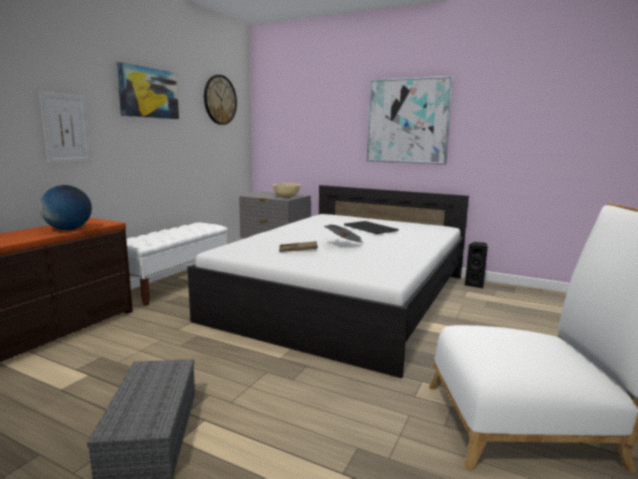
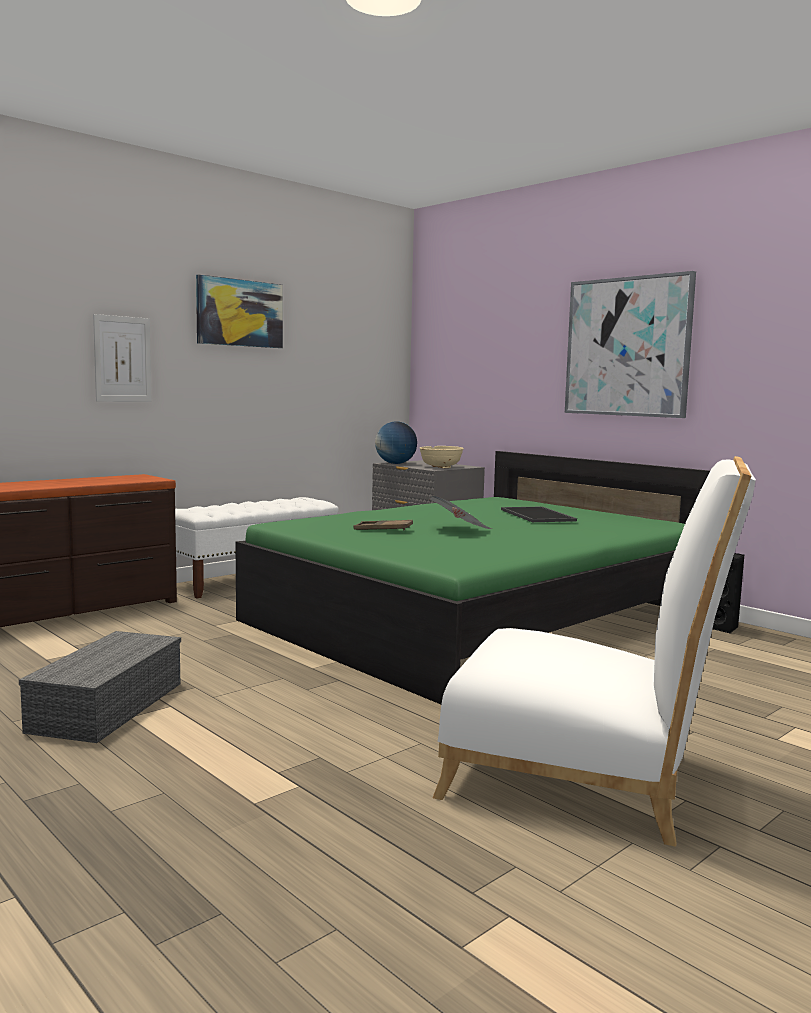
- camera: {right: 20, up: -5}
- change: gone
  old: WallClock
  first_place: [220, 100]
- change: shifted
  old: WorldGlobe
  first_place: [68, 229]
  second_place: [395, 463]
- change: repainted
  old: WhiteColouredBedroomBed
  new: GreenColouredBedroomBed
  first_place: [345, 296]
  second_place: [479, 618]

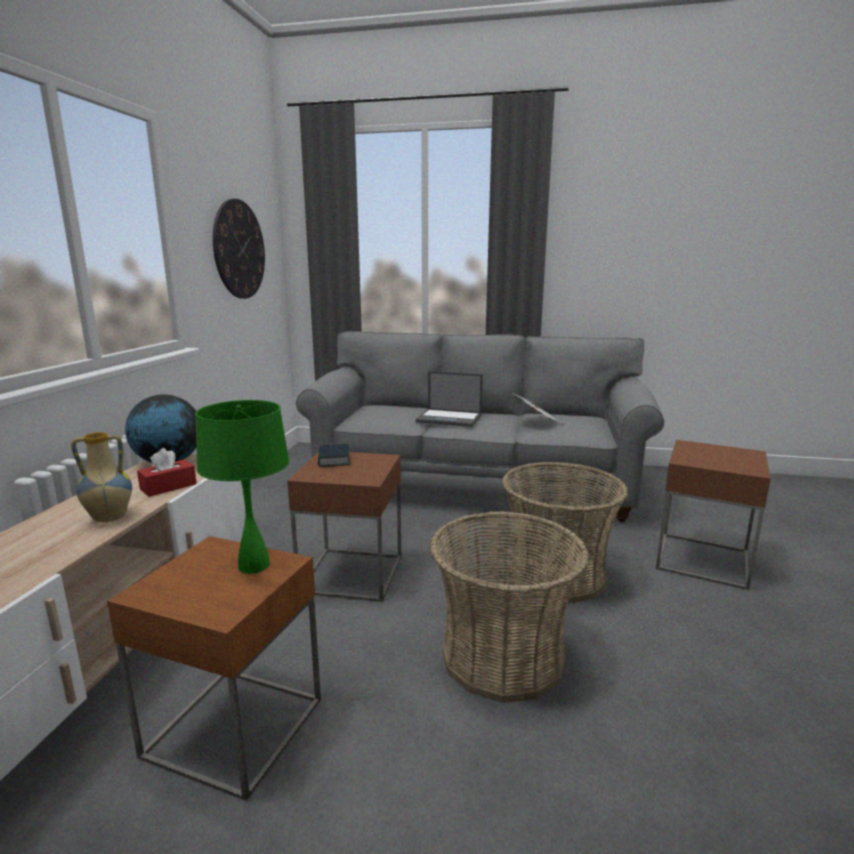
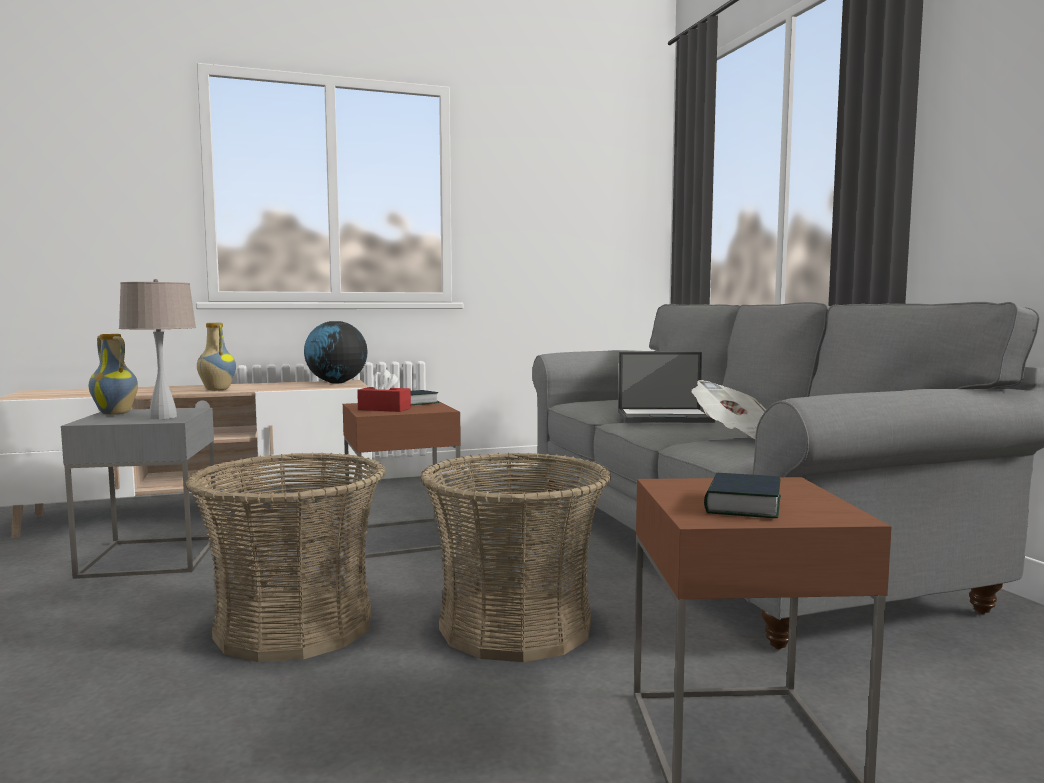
- camera: {right: 60, up: -10}
- change: gone
  old: WallClock
  first_place: [239, 249]
- change: rotated
  old: PortableComputer
  first_place: [450, 418]
  second_place: [665, 417]
  degrees: -75
- change: repainted
  old: GreenColouredTableLamp
  new: BeigeTableLamp
  first_place: [254, 565]
  second_place: [163, 417]
- change: shifted
  old: RedTissueBox
  first_place: [168, 486]
  second_place: [384, 409]
- change: repainted
  old: BrownishSideTable
  new: GraySideTable
  first_place: [234, 727]
  second_place: [151, 556]
- change: new
  new: DecorativeVase
  second_place: [116, 413]
- change: new
  new: Volume
  second_place: [743, 505]

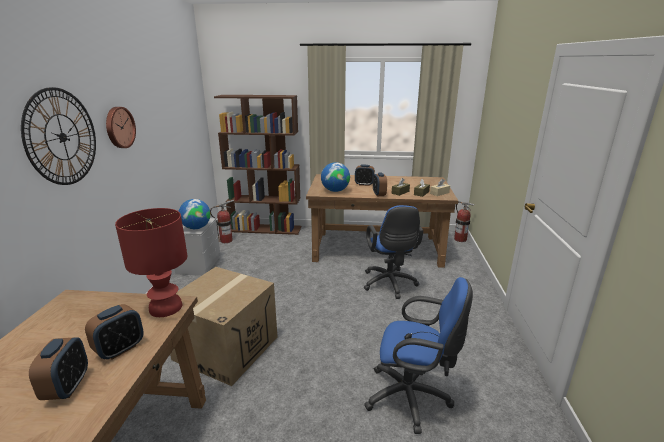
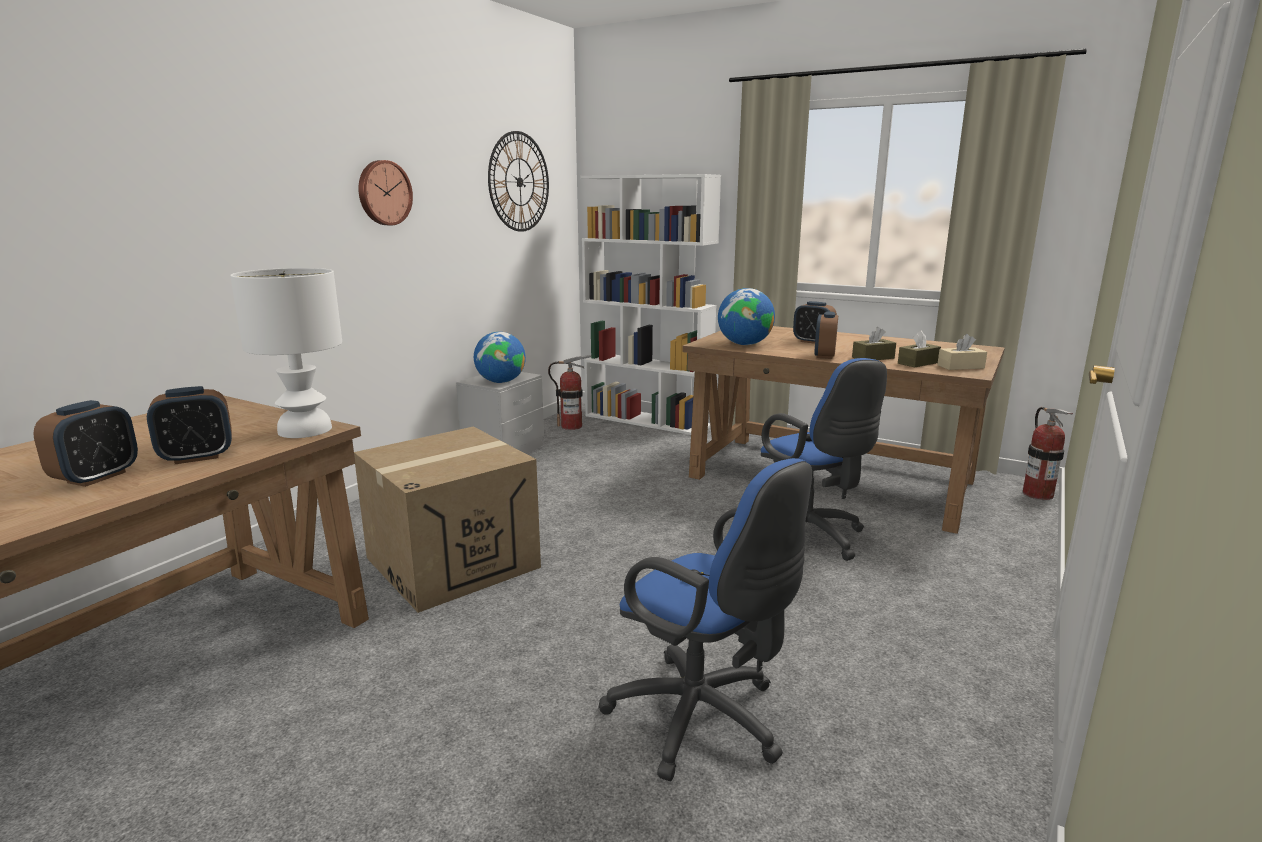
- camera: {right: 25, up: -5}
- change: shifted
  old: WallClock
  first_place: [62, 137]
  second_place: [519, 182]
- change: repainted
  old: BrownishBookcase
  new: WhiteColouredBookcase
  first_place: [266, 229]
  second_place: [648, 420]
- change: rotated
  old: BluishDeskChair
  first_place: [390, 284]
  second_place: [810, 538]
  degrees: -45
- change: repainted
  old: RedTableLamp
  new: WhiteColouredTableLamp
  first_place: [166, 307]
  second_place: [306, 429]

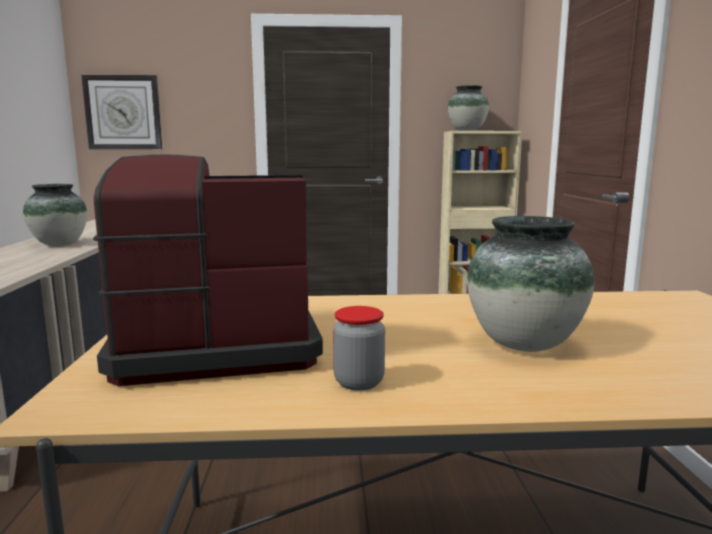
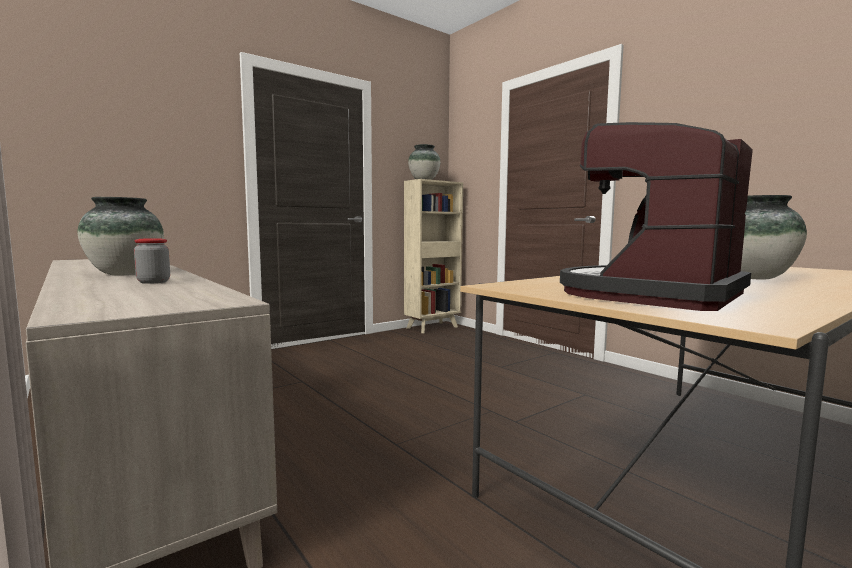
- camera: {right: -35, up: -5}
- change: gone
  old: WallClock
  first_place: [123, 112]
- change: shifted
  old: PreserveJar
  first_place: [359, 382]
  second_place: [153, 282]

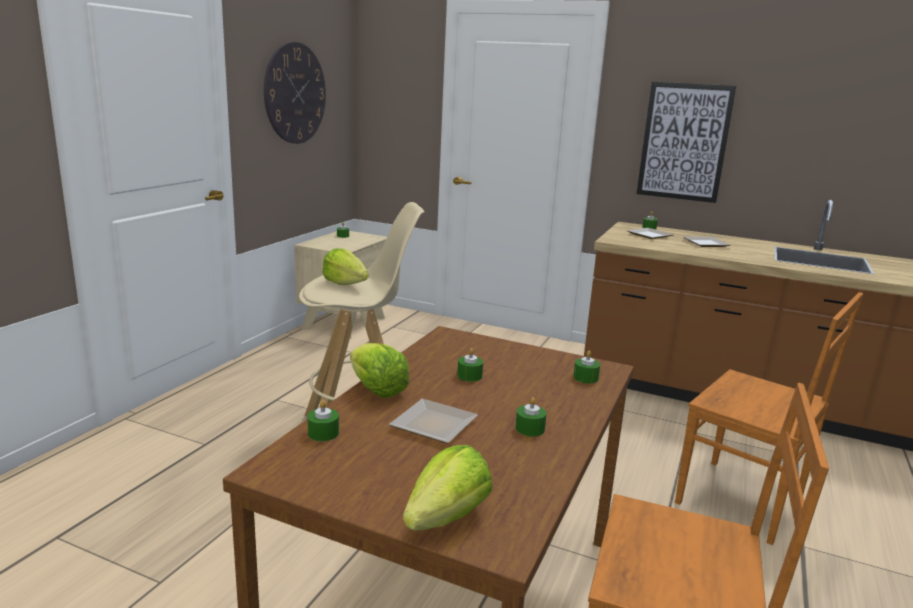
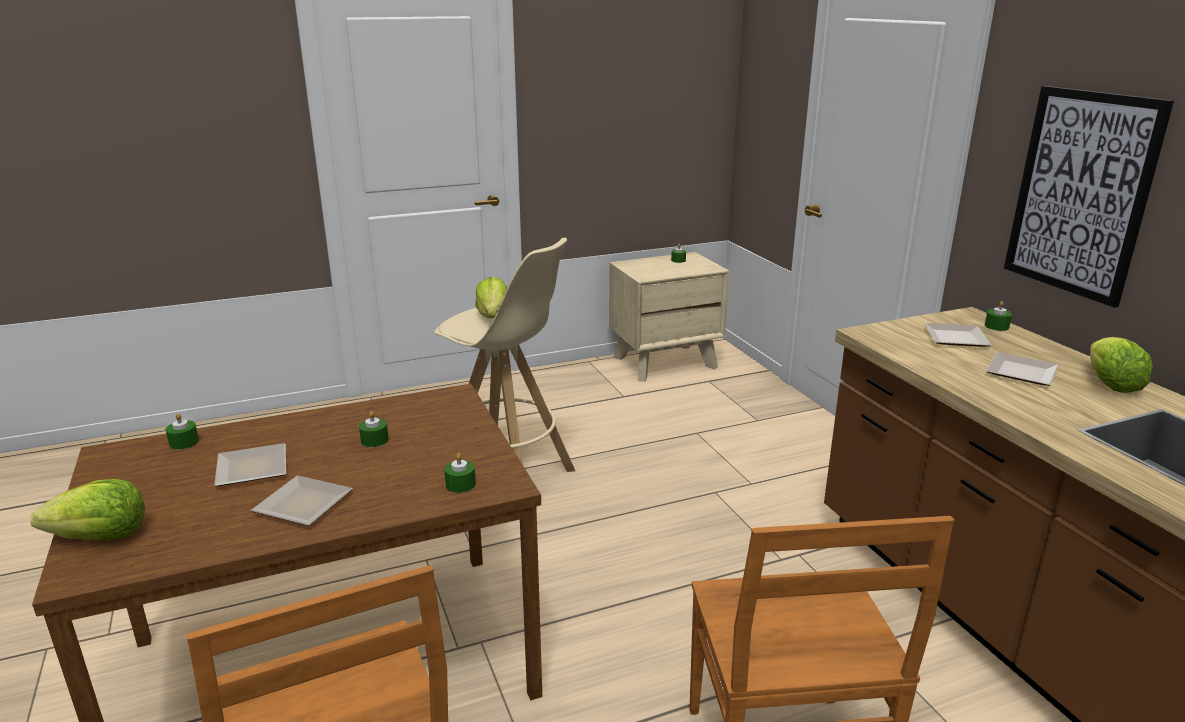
- camera: {right: 45, up: 5}
- change: gone
  old: WallClock
  first_place: [295, 93]
- change: shifted
  old: HeadOfLettuce
  first_place: [376, 390]
  second_place: [1110, 384]
- change: swapped
  old: GreenColouredWaxLight
  new: Plate
  first_place: [530, 429]
  second_place: [300, 505]

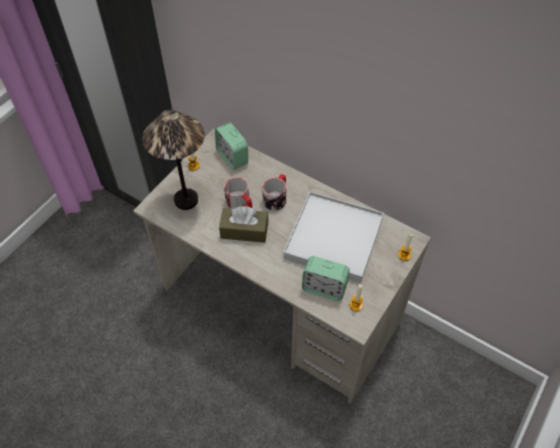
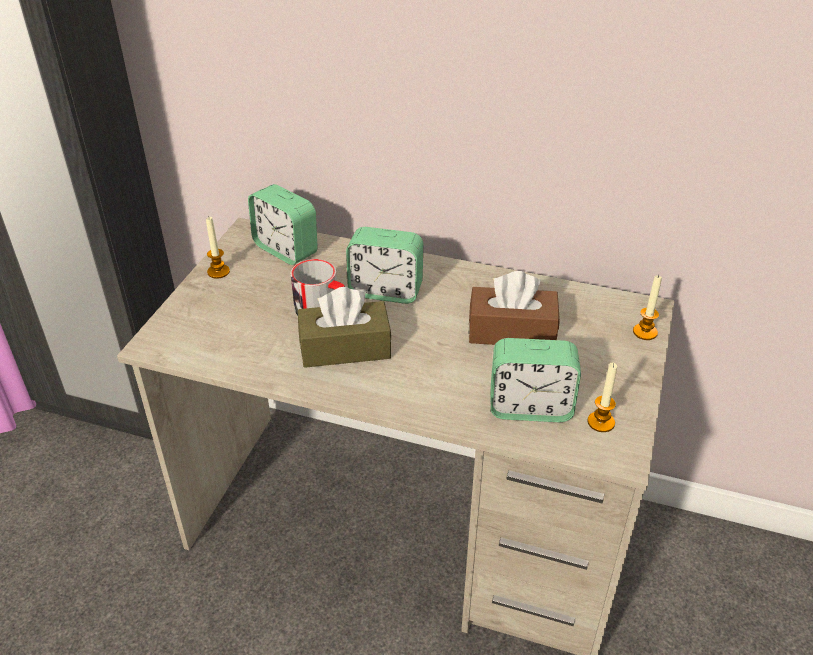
- camera: {right: -15, up: -15}
- change: gone
  old: TableLamp
  first_place: [186, 200]
- change: swapped
  old: TeaMug
  new: TableClock
  first_place: [276, 197]
  second_place: [385, 291]
- change: swapped
  old: WhiteColouredServingTray
  new: BrownishTissueBox
  first_place: [333, 239]
  second_place: [511, 331]

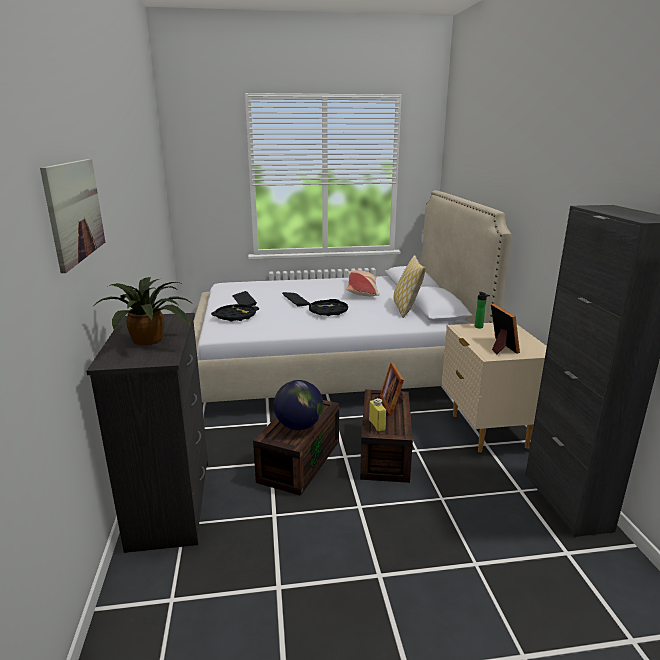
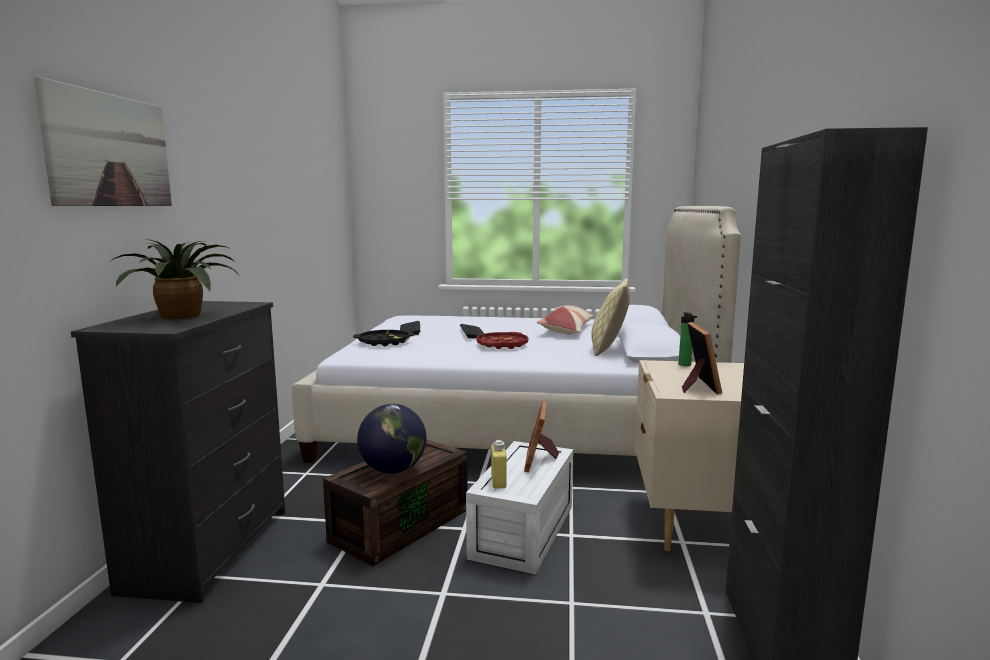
- camera: {right: 15, up: -10}
- change: repainted
  old: BlackServingTray
  new: RedServingTray
  first_place: [328, 311]
  second_place: [502, 345]
- change: repainted
  old: BrownishStorageBox
  new: WhiteColouredStorageBox
  first_place: [386, 453]
  second_place: [524, 532]

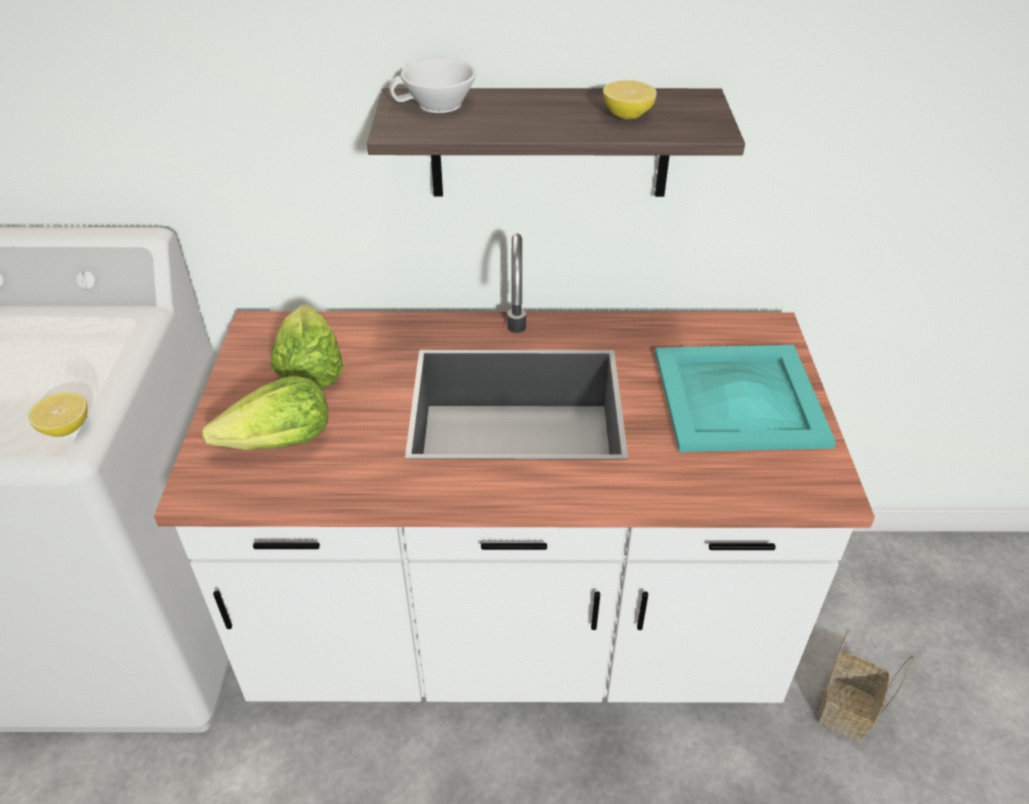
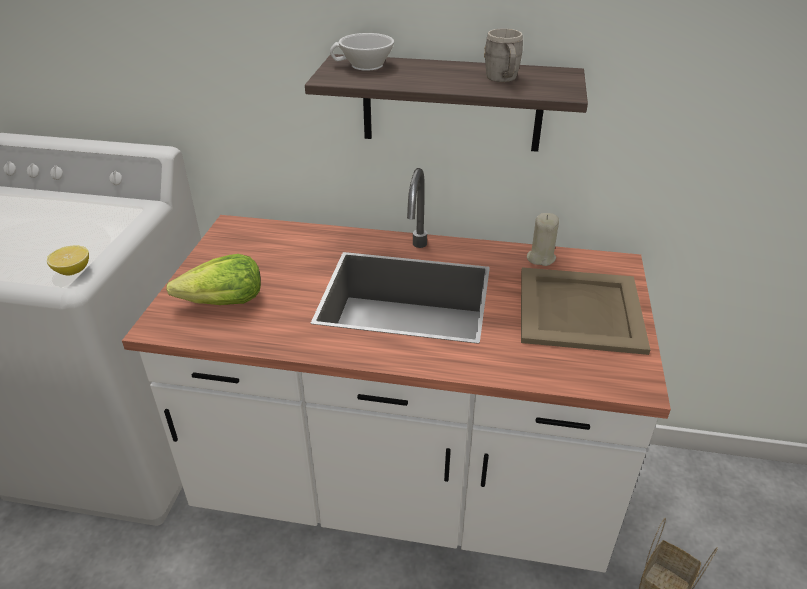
- camera: {right: 10, up: -5}
- change: swapped
  old: WholeLemon
  new: GrayTeaMug
  first_place: [627, 115]
  second_place: [503, 80]
- change: gone
  old: HeadOfLettuce
  first_place: [309, 369]
- change: repainted
  old: TurquoiseColouredServingTray
  new: BeigeServingTray
  first_place: [740, 398]
  second_place: [581, 311]
- change: new
  new: BeigeWaxLight
  second_place: [540, 258]

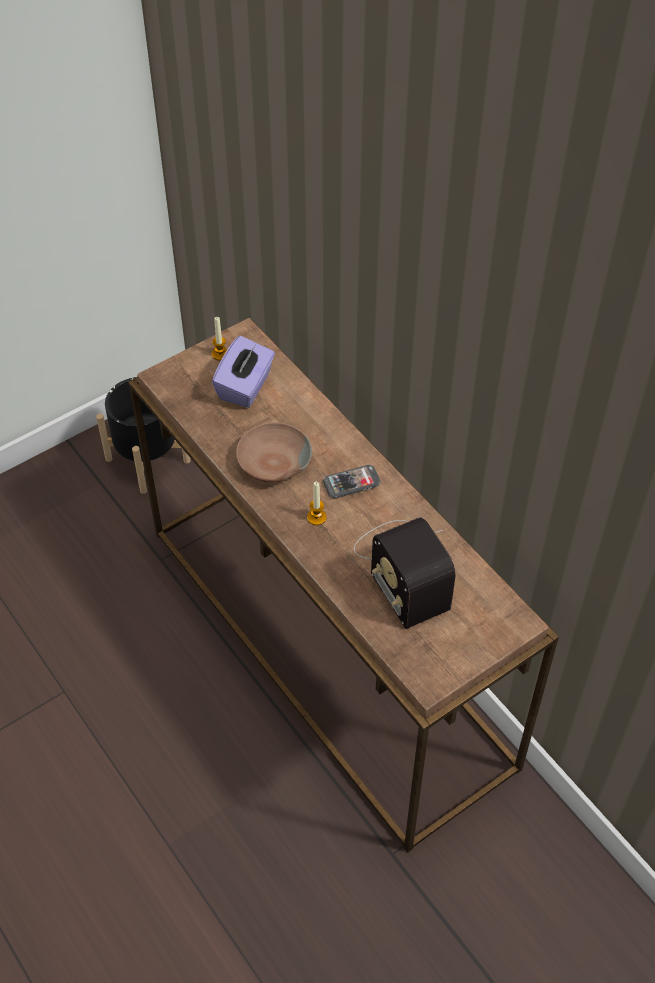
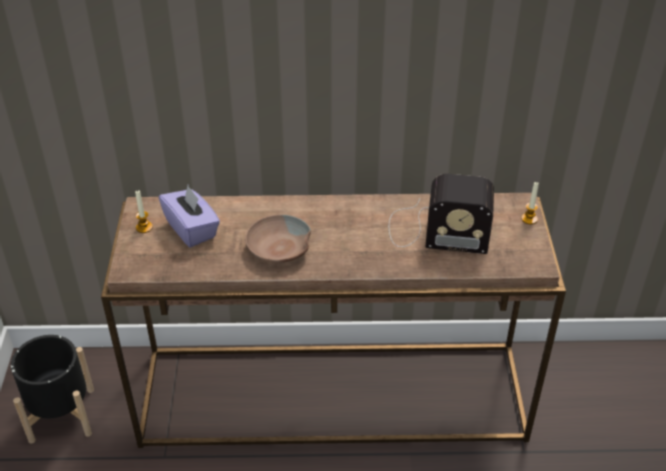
- camera: {right: -55, up: -10}
- change: gone
  old: Handset
  first_place: [351, 483]
- change: shifted
  old: WaxLight
  first_place: [316, 517]
  second_place: [529, 219]

